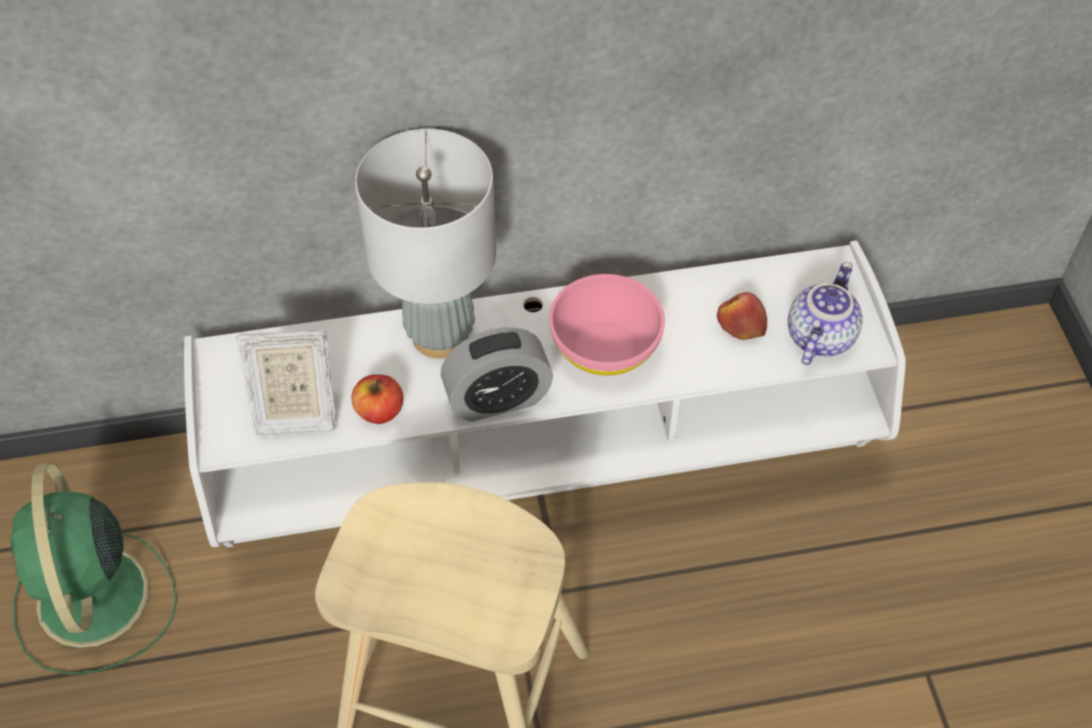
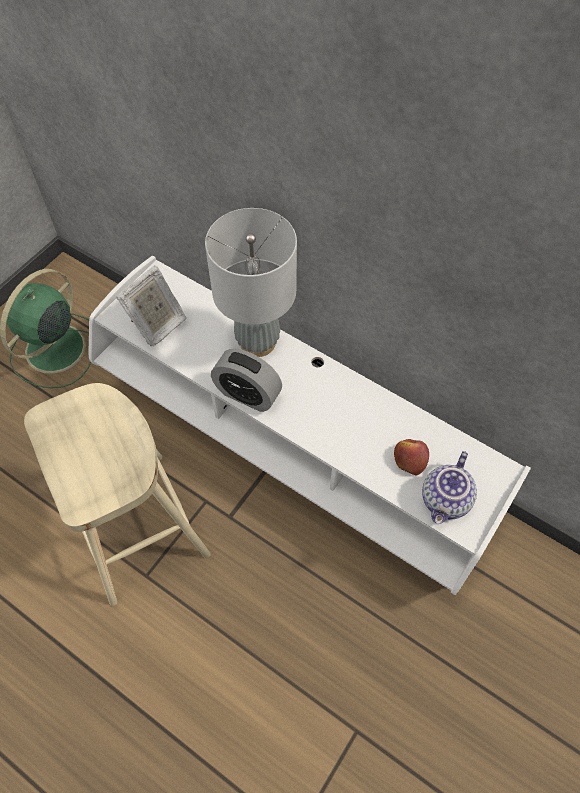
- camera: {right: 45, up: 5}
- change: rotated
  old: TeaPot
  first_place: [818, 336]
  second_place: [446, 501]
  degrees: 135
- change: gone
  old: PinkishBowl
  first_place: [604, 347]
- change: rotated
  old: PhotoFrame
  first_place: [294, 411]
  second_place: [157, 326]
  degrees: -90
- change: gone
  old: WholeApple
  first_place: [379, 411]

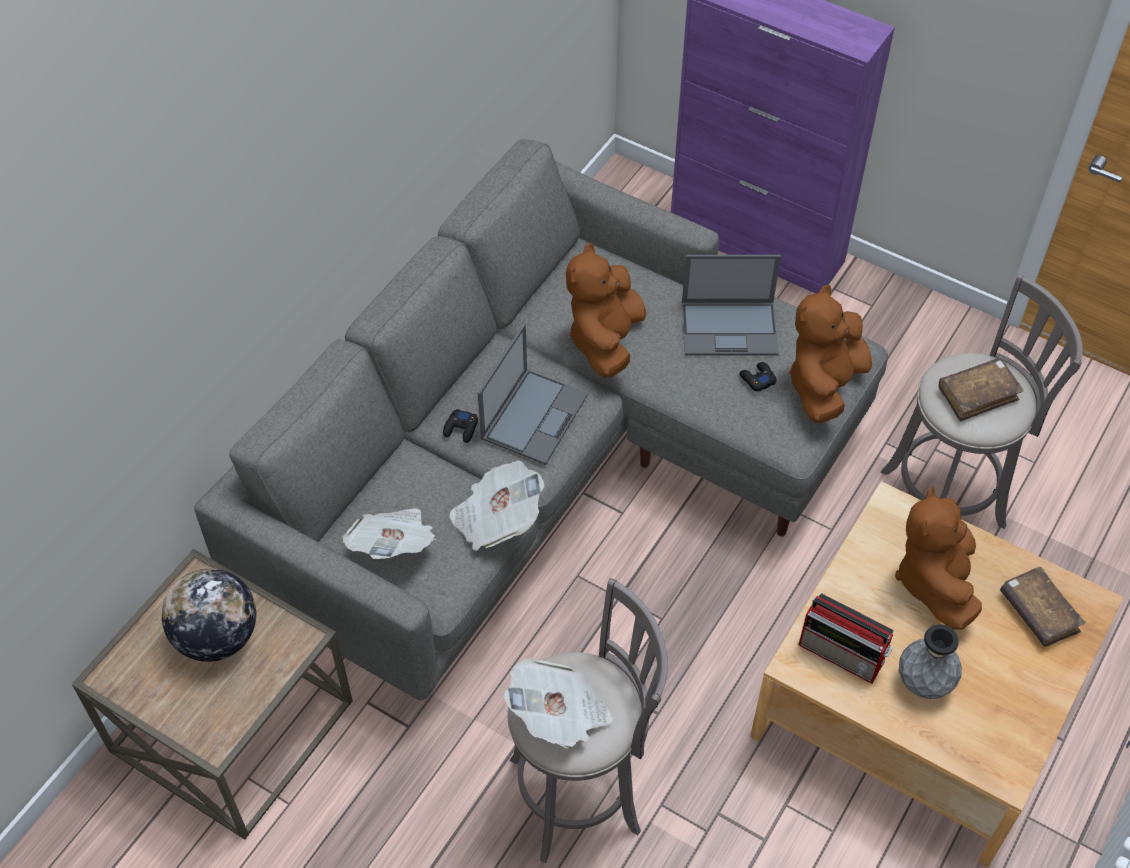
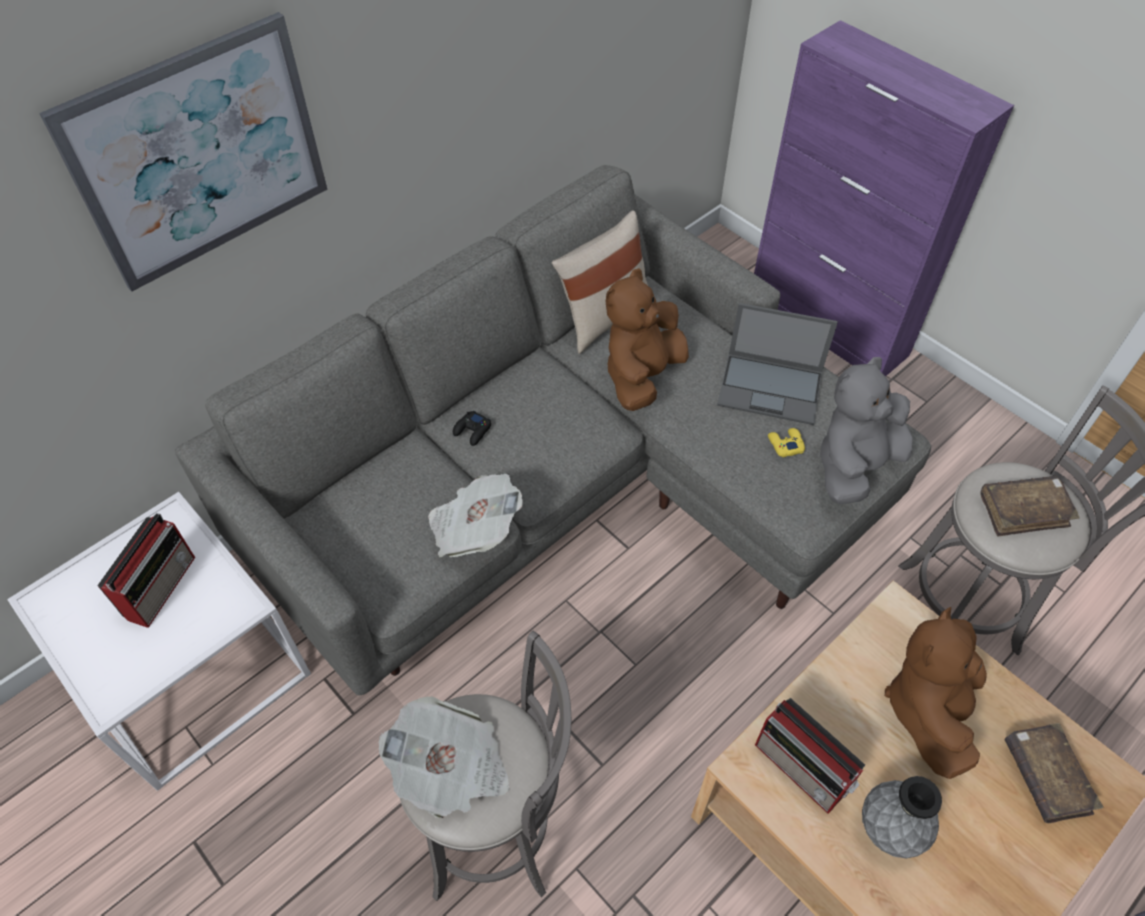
- camera: {right: 15, up: 0}
- change: repainted
  old: BrownishSoftToy
  new: GraySoftToy
  first_place: [824, 385]
  second_place: [854, 466]
- change: gone
  old: PortableComputer
  first_place: [534, 415]
- change: repainted
  old: BlackJoypad
  new: YellowJoypad
  first_place: [757, 379]
  second_place: [785, 444]
- change: gone
  old: DailyPaper
  first_place: [394, 545]
- change: repainted
  old: BrownishSideTable
  new: WhiteColouredSideTable
  first_place: [231, 724]
  second_place: [192, 668]
- change: swapped
  old: WorldGlobe
  new: RadioSet
  first_place: [217, 637]
  second_place: [161, 585]
- change: new
  new: WallPicture
  second_place: [200, 154]
- change: new
  new: BeigePillow
  second_place: [603, 318]

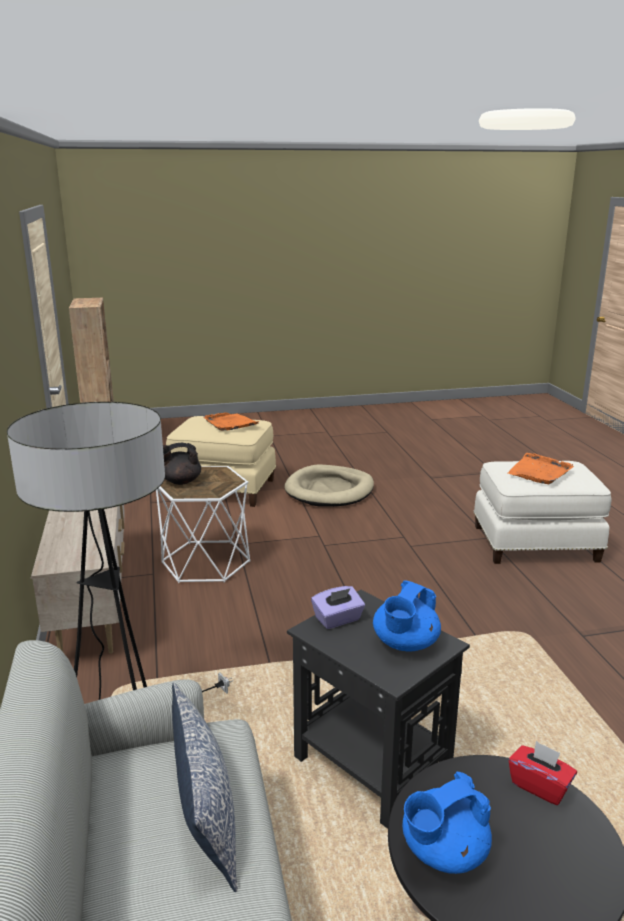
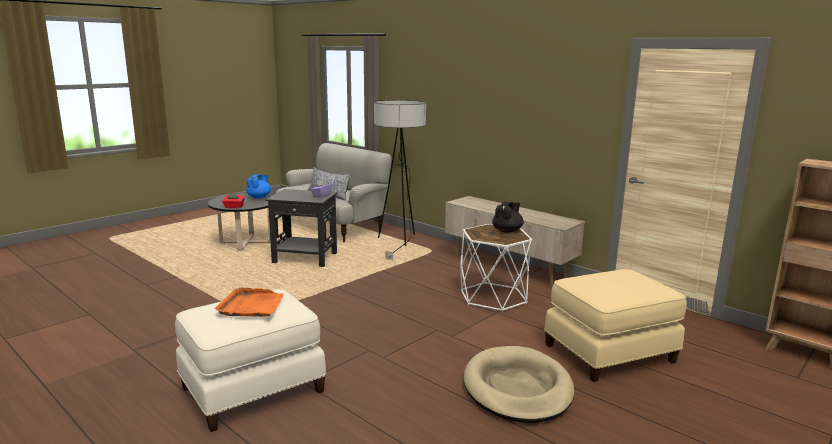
- camera: {right: 145, up: -5}
- change: gone
  old: OrangeColouredServingTray
  first_place: [230, 423]
- change: gone
  old: BluishTeaPot
  first_place: [405, 644]

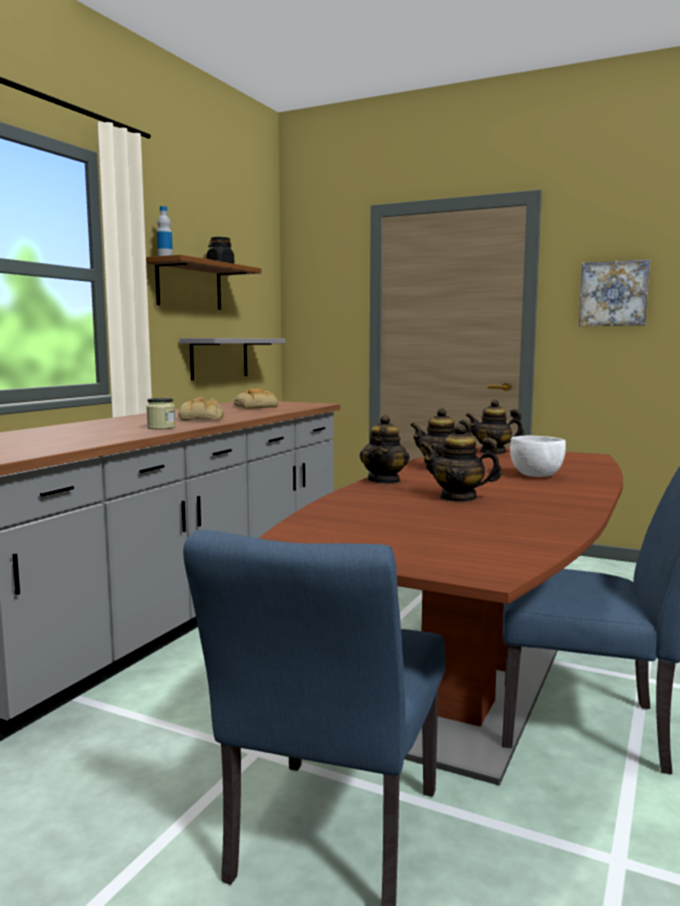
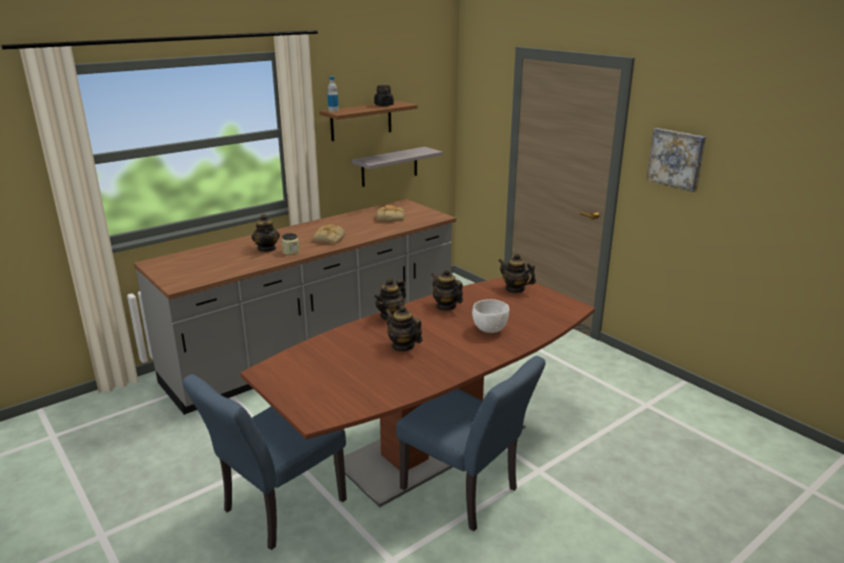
- camera: {right: 25, up: 15}
- change: new
  new: TeaPot
  second_place: [267, 249]

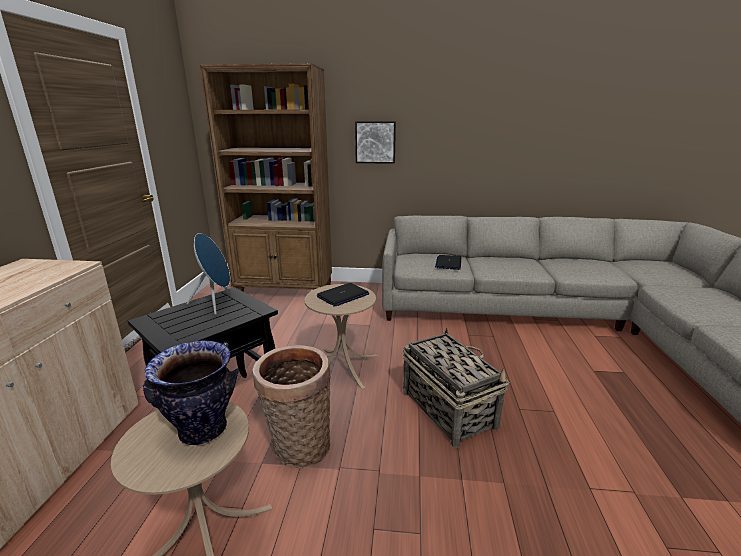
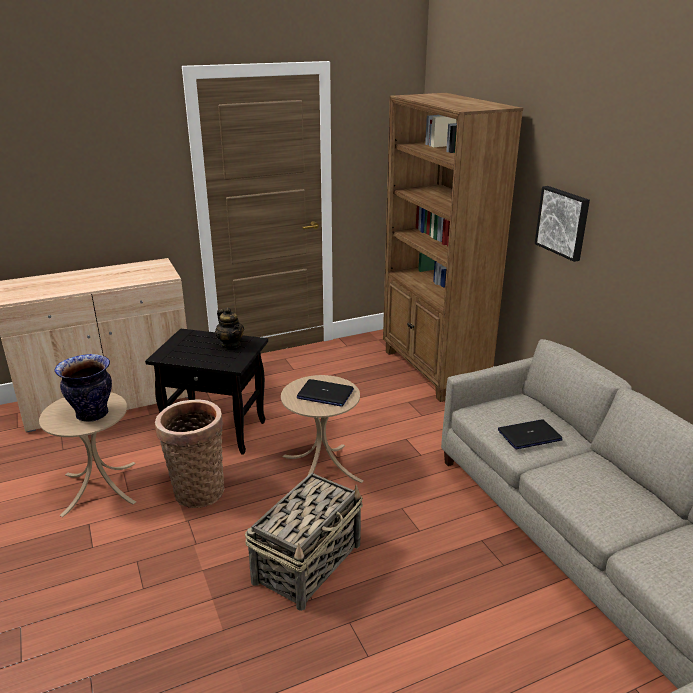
- camera: {right: 60, up: 5}
- change: swapped
  old: BluishAudioSpeaker
  new: TeaPot
  first_place: [216, 303]
  second_place: [230, 344]

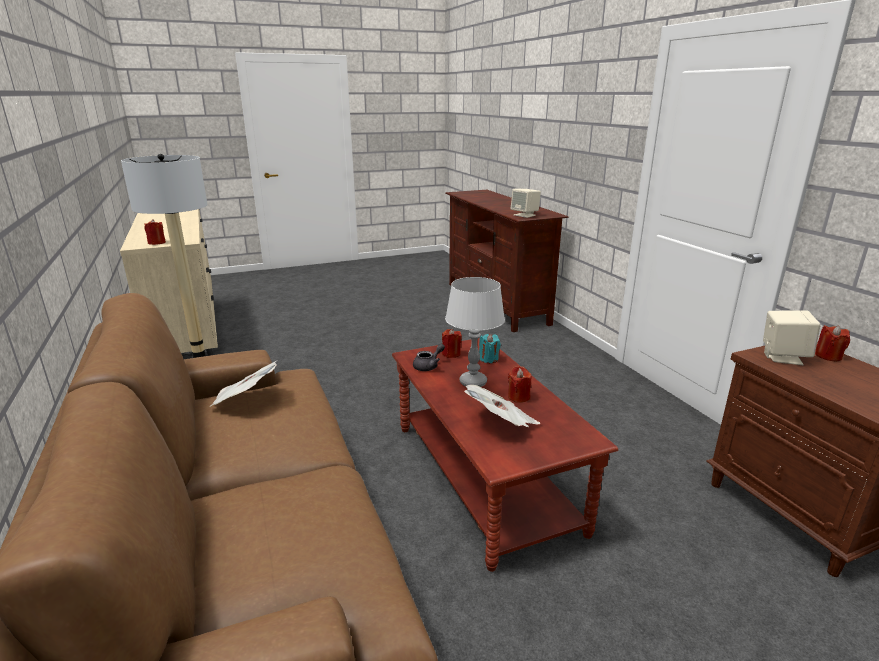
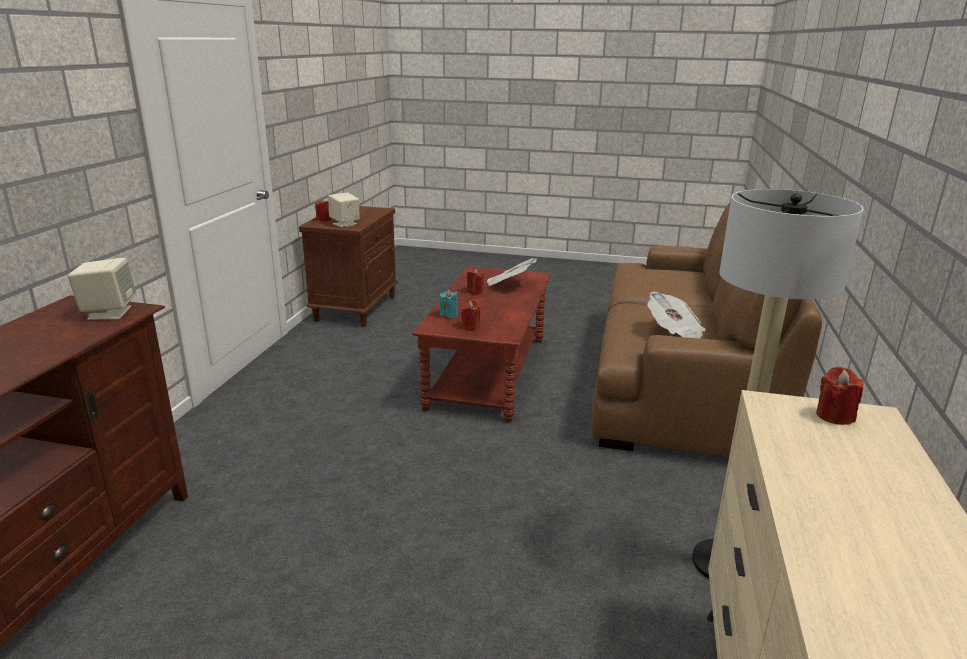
- camera: {right: -145, up: 0}
- change: gone
  old: GrayTableLamp
  first_place: [473, 382]
- change: gone
  old: GrayTeaPot
  first_place: [428, 366]

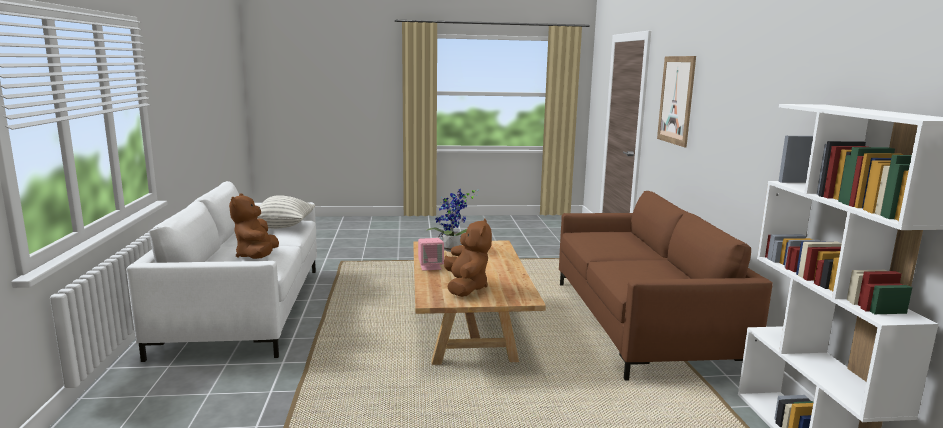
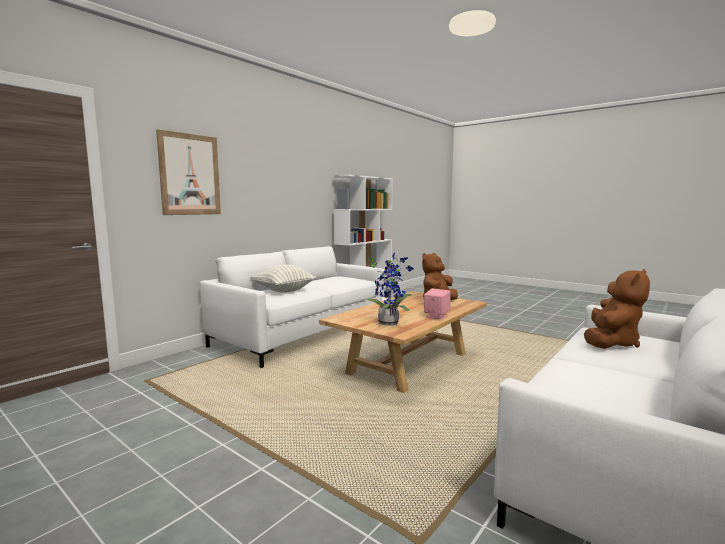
- camera: {right: -135, up: -5}
- change: repainted
  old: BrownishSofa
  new: WhiteColouredSofa
  first_place: [640, 323]
  second_place: [301, 335]
- change: shifted
  old: Pillow
  first_place: [283, 226]
  second_place: [284, 291]

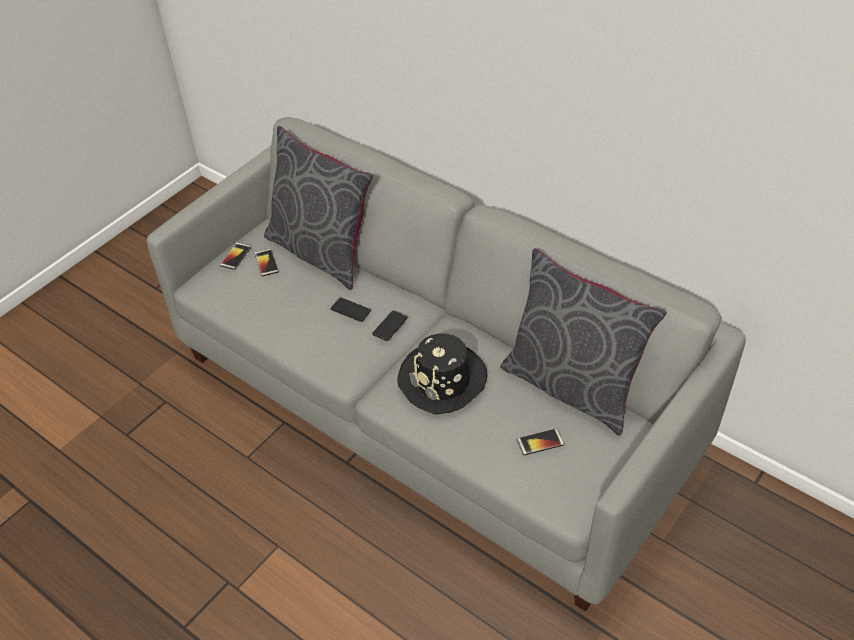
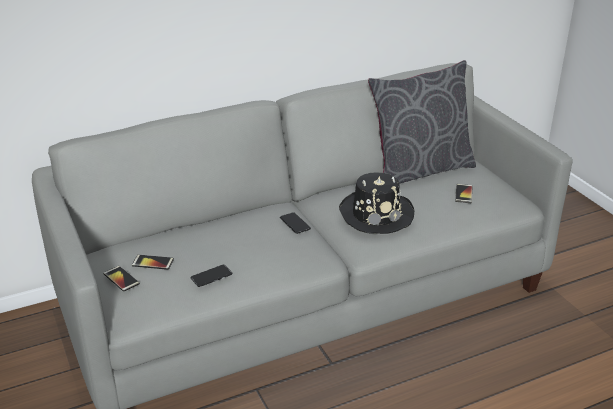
- camera: {right: -65, up: -15}
- change: gone
  old: GrayPillow
  first_place: [321, 251]
- change: shifted
  old: Handset
  first_place: [350, 310]
  second_place: [211, 276]

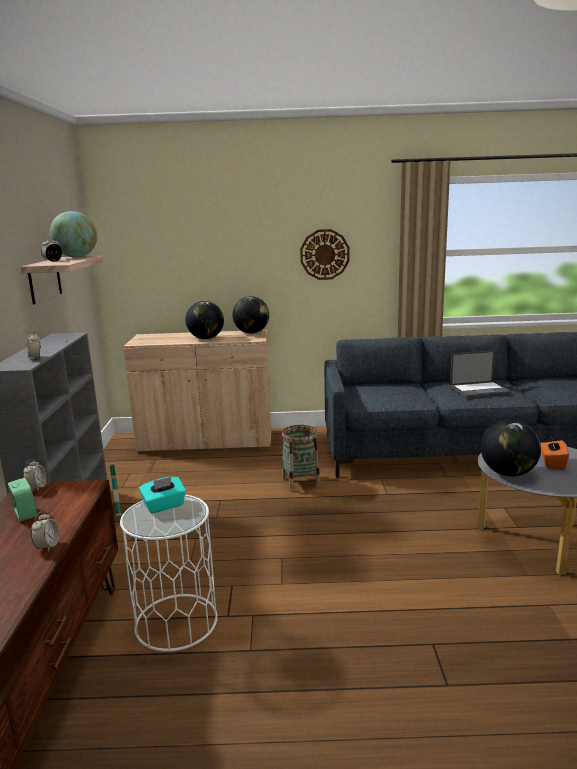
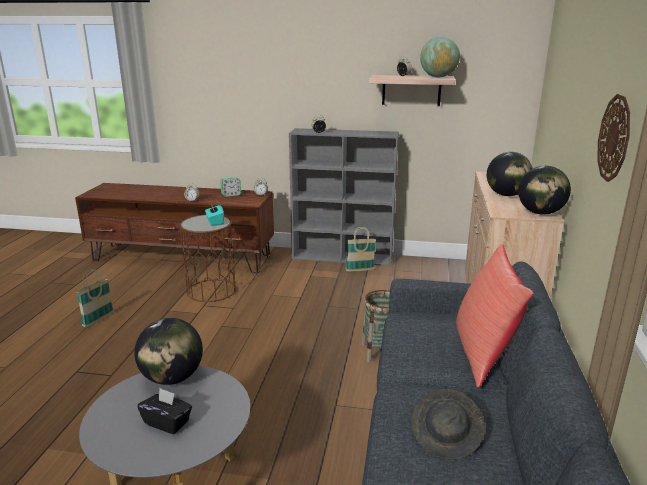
- camera: {right: 100, up: 5}
- change: swapped
  old: PortableComputer
  new: GrayHat
  first_place: [480, 390]
  second_place: [447, 437]
- change: repainted
  old: OrangeColouredTissueBox
  new: BlackTissueBox
  first_place: [552, 463]
  second_place: [167, 422]
- change: repainted
  old: WhiteColouredSideTable
  new: BrownishSideTable
  first_place: [176, 621]
  second_place: [211, 290]
- change: new
  new: RedPillow
  second_place: [483, 353]
- change: new
  new: Basket
  second_place: [98, 320]

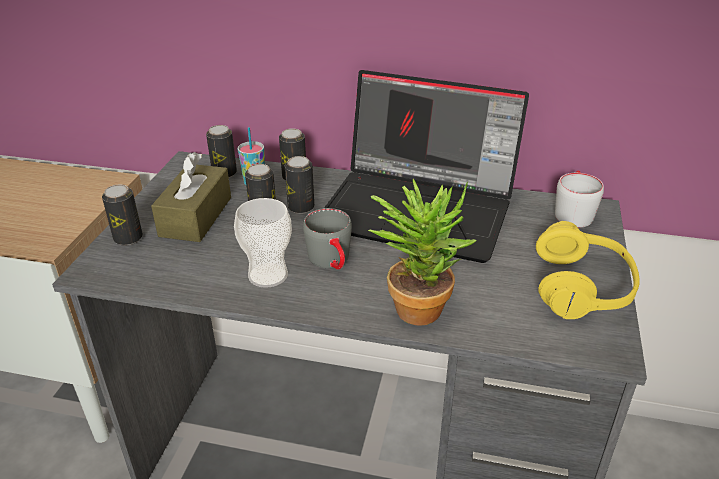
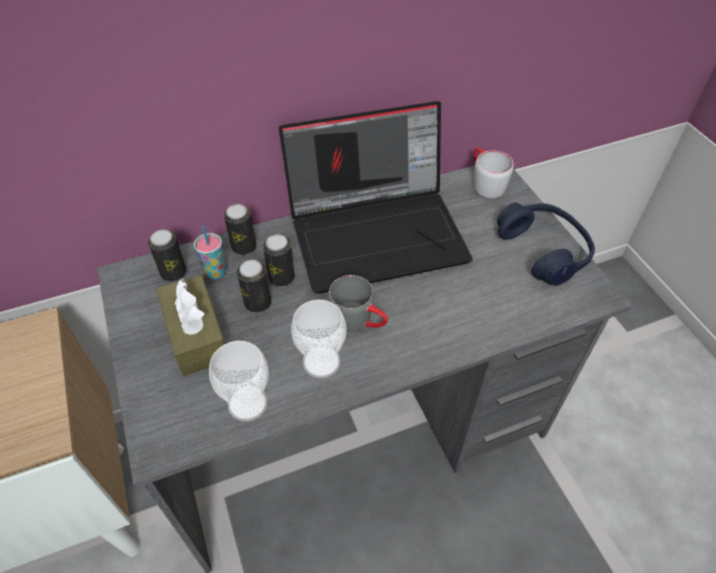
- camera: {right: -35, up: 15}
- change: gone
  old: PlantInAPot
  first_place: [417, 303]
- change: gone
  old: MetalCan
  first_place: [128, 238]
- change: repainted
  old: YellowHeadset
  new: BluishHeadset
  first_place: [582, 287]
  second_place: [543, 251]
- change: new
  new: DrinkingCup
  second_place: [247, 403]

